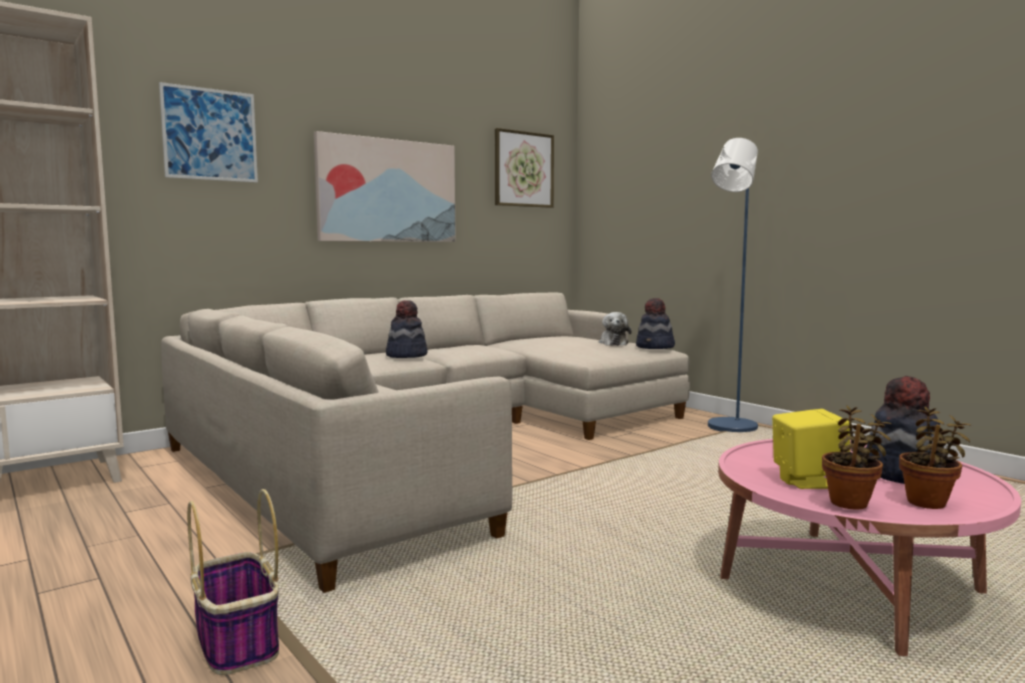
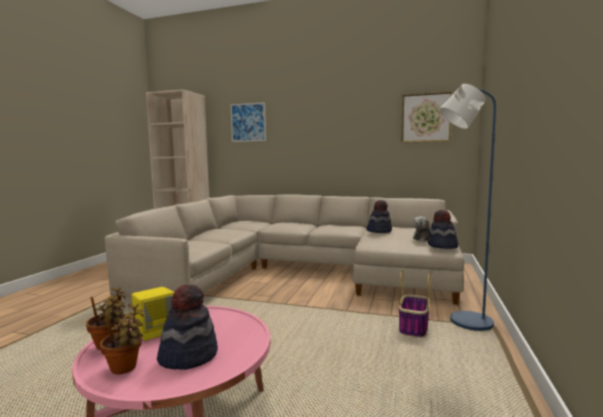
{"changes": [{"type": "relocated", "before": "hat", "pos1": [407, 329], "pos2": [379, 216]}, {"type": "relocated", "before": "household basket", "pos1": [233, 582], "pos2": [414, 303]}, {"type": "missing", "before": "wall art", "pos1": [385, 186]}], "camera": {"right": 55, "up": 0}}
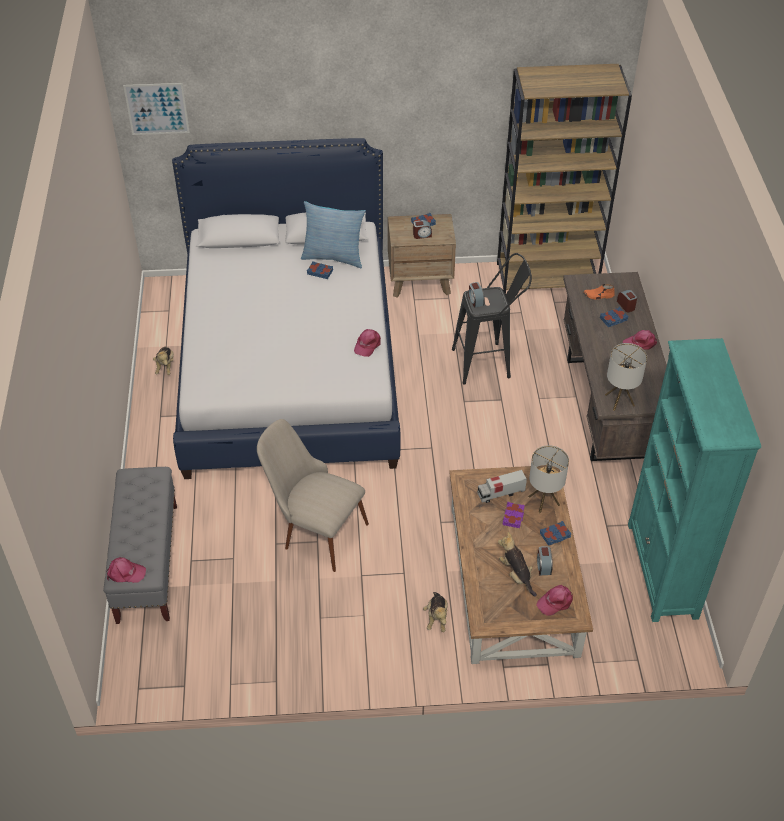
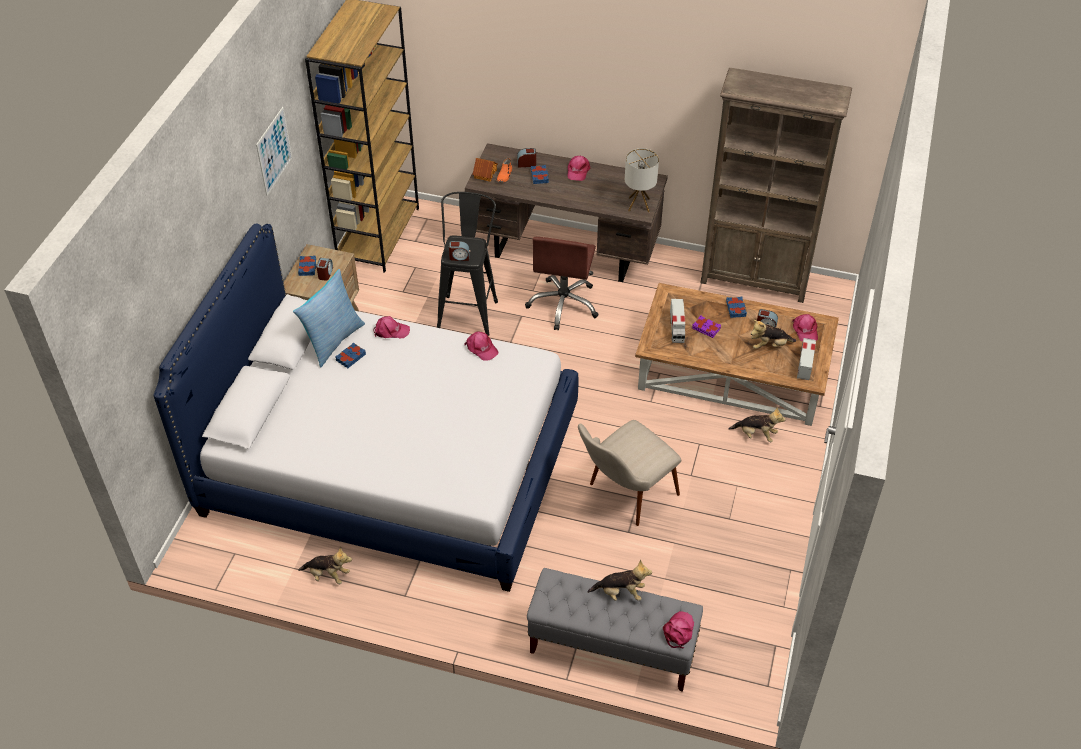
{"changes": [{"type": "relocated", "before": "wall art", "pos1": [156, 109], "pos2": [274, 151]}, {"type": "appeared", "after": "baseball cap in pinkish", "pos2": [391, 327]}, {"type": "appeared", "after": "model house", "pos2": [485, 170]}, {"type": "appeared", "after": "desk chair in brownish", "pos2": [562, 283]}, {"type": "appeared", "after": "cuddly toy", "pos2": [619, 580]}, {"type": "colour", "before": "bookcase in turquoise-coloured", "after": "bookcase in brownish", "pos1": [694, 480], "pos2": [776, 185]}, {"type": "appeared", "after": "toy truck", "pos2": [806, 359]}, {"type": "missing", "before": "tabletop lamp", "pos1": [548, 479]}], "camera": {"right": -70, "up": 0}}
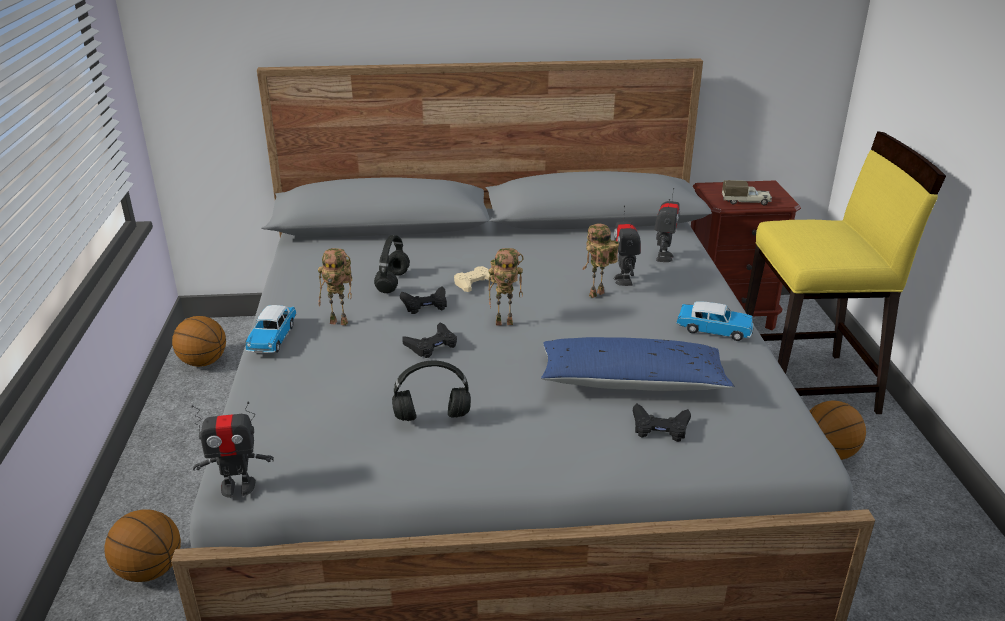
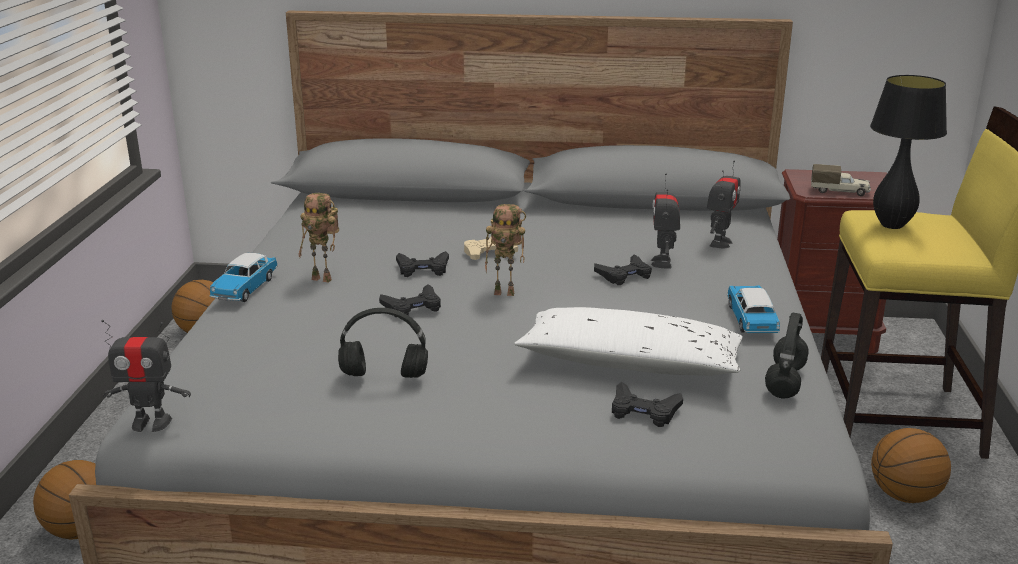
{"changes": [{"type": "colour", "before": "throw pillow in bluish", "after": "throw pillow in whitish", "pos1": [637, 364], "pos2": [628, 341]}, {"type": "exchanged", "before": "robot figure", "after": "gamepad in black", "pos1": [601, 260], "pos2": [623, 270]}, {"type": "spun", "before": "model car", "pos1": [715, 321], "pos2": [753, 309], "turn": -120}, {"type": "relocated", "before": "pair of headphones in black", "pos1": [392, 264], "pos2": [787, 356]}, {"type": "appeared", "after": "tabletop lamp in black", "pos2": [908, 152]}], "camera": {"right": 10, "up": -5}}
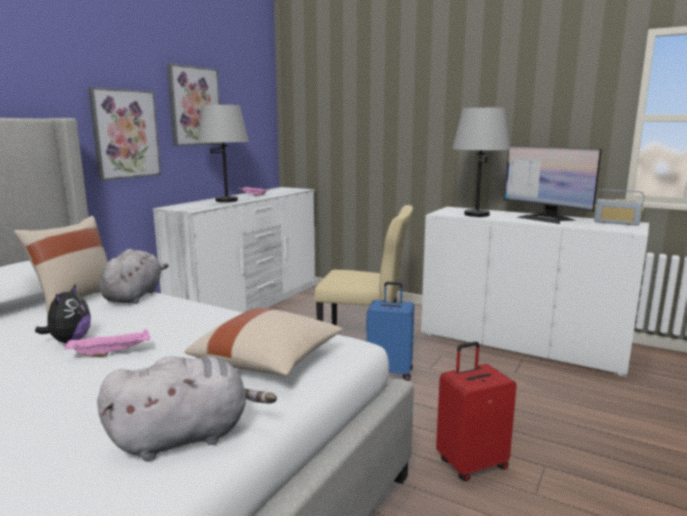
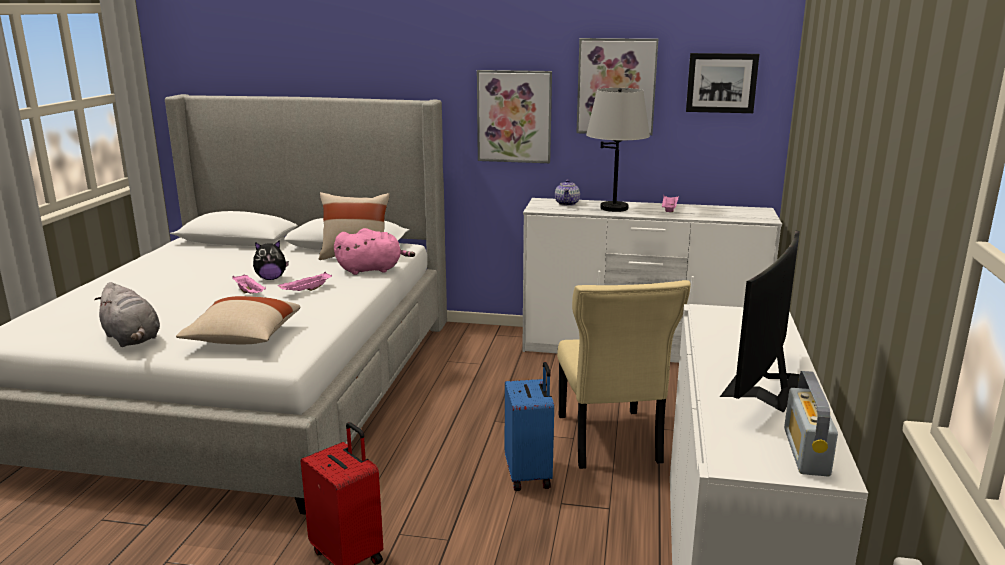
{"changes": [{"type": "appeared", "after": "tray in pinkish", "pos2": [305, 281]}, {"type": "colour", "before": "cuddly toy in greyish", "after": "cuddly toy in pinkish", "pos1": [134, 276], "pos2": [374, 251]}, {"type": "appeared", "after": "teapot", "pos2": [567, 192]}, {"type": "appeared", "after": "wall art", "pos2": [722, 83]}, {"type": "missing", "before": "tabletop lamp in greyish", "pos1": [481, 162]}], "camera": {"right": 70, "up": 5}}
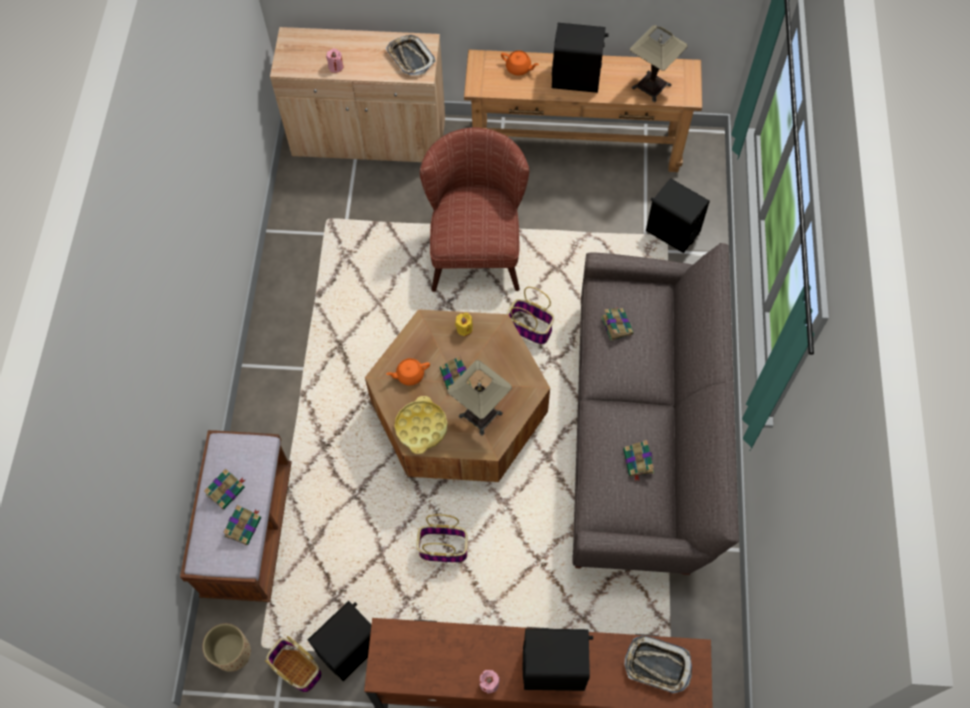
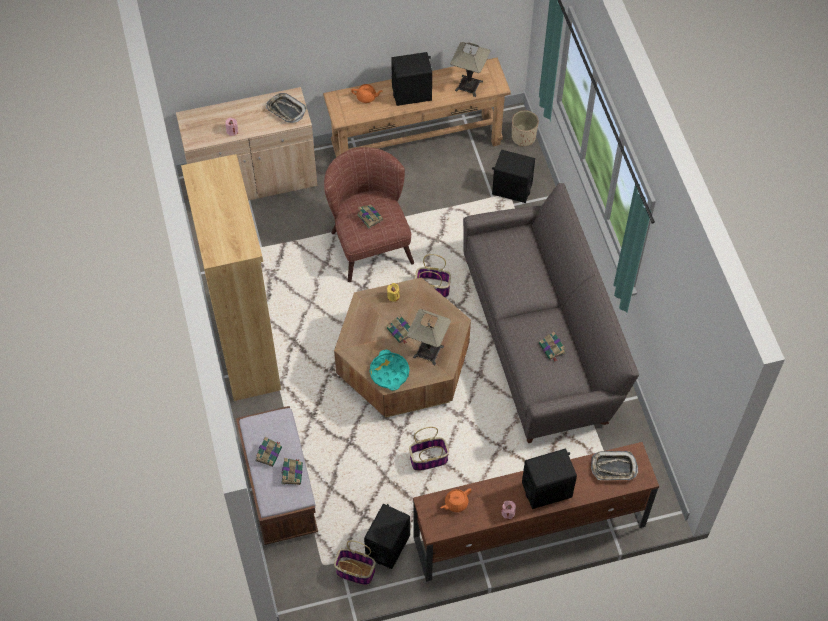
{"changes": [{"type": "appeared", "after": "bookcase in brownish", "pos2": [231, 277]}, {"type": "relocated", "before": "book", "pos1": [617, 324], "pos2": [370, 216]}, {"type": "colour", "before": "tray in yellow-coloured", "after": "tray in turquoise-coloured", "pos1": [421, 425], "pos2": [389, 370]}, {"type": "relocated", "before": "teapot in orange", "pos1": [408, 372], "pos2": [456, 500]}, {"type": "relocated", "before": "plant pot in beige", "pos1": [226, 647], "pos2": [525, 128]}], "camera": {"right": -20, "up": -5}}
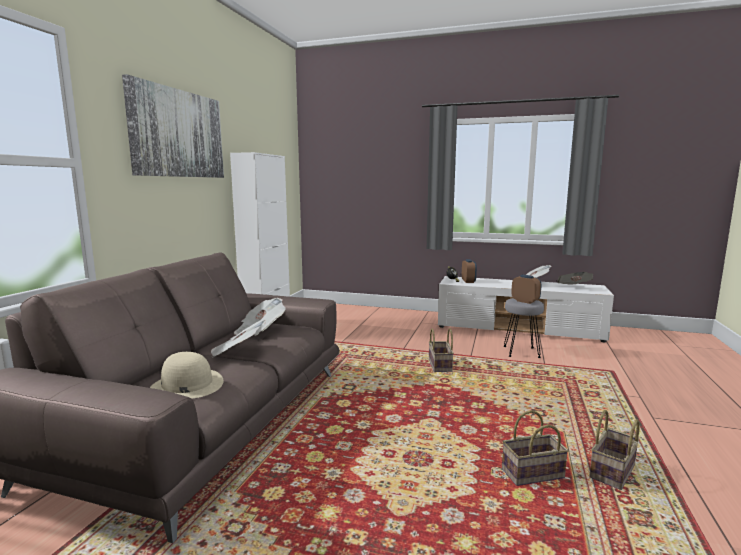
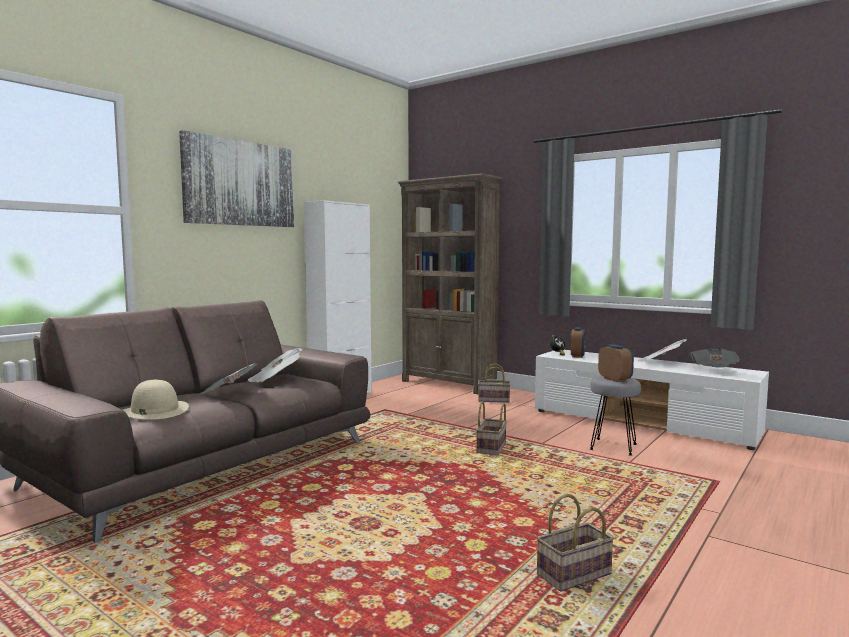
{"changes": [{"type": "appeared", "after": "bookcase in brownish", "pos2": [450, 283]}, {"type": "relocated", "before": "household basket", "pos1": [535, 448], "pos2": [494, 383]}], "camera": {"right": 20, "up": -5}}
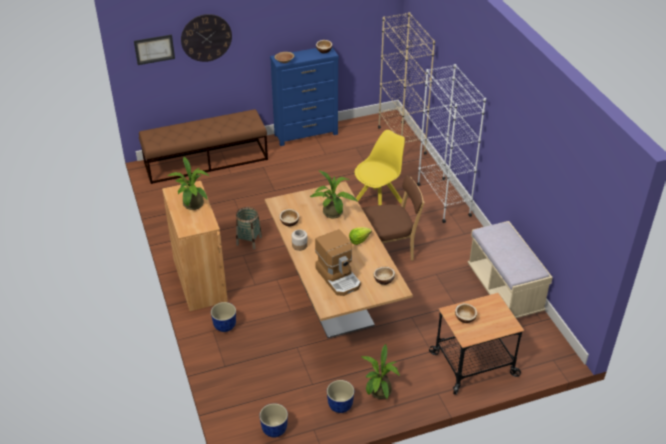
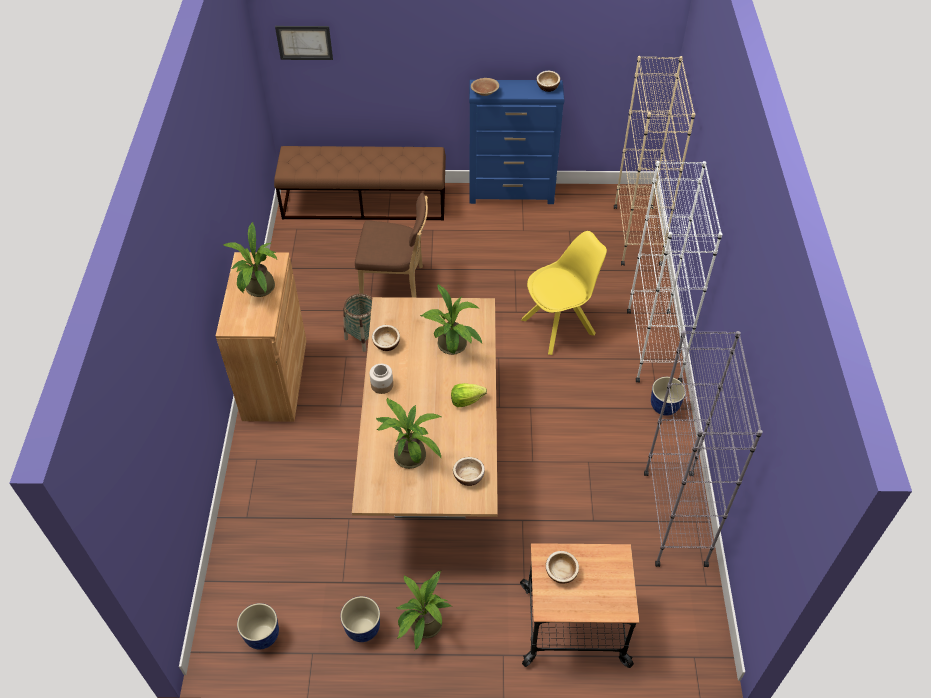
{"changes": [{"type": "relocated", "before": "chair in brownish", "pos1": [393, 217], "pos2": [391, 245]}, {"type": "exchanged", "before": "coffee brewer", "after": "houseplant", "pos1": [338, 262], "pos2": [408, 433]}, {"type": "exchanged", "before": "bench in beige", "after": "bookcase in greyish", "pos1": [510, 269], "pos2": [703, 448]}, {"type": "relocated", "before": "plant pot", "pos1": [223, 317], "pos2": [668, 396]}, {"type": "missing", "before": "clock on the wall", "pos1": [206, 38]}], "camera": {"right": 20, "up": 10}}
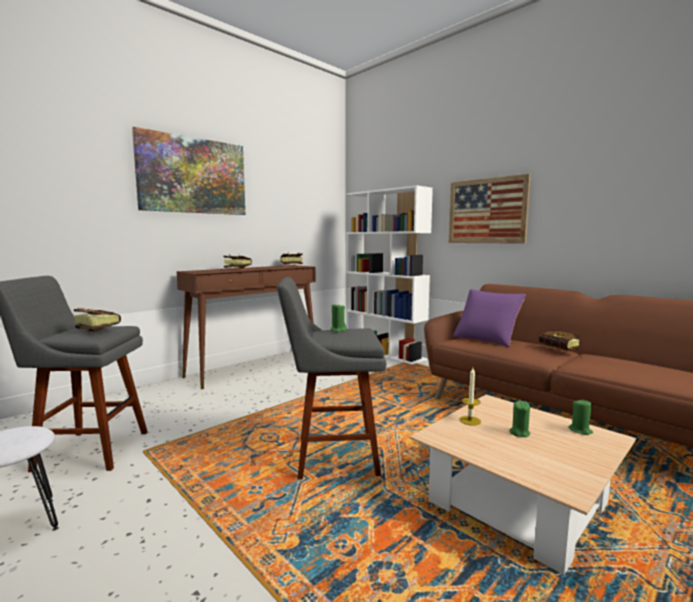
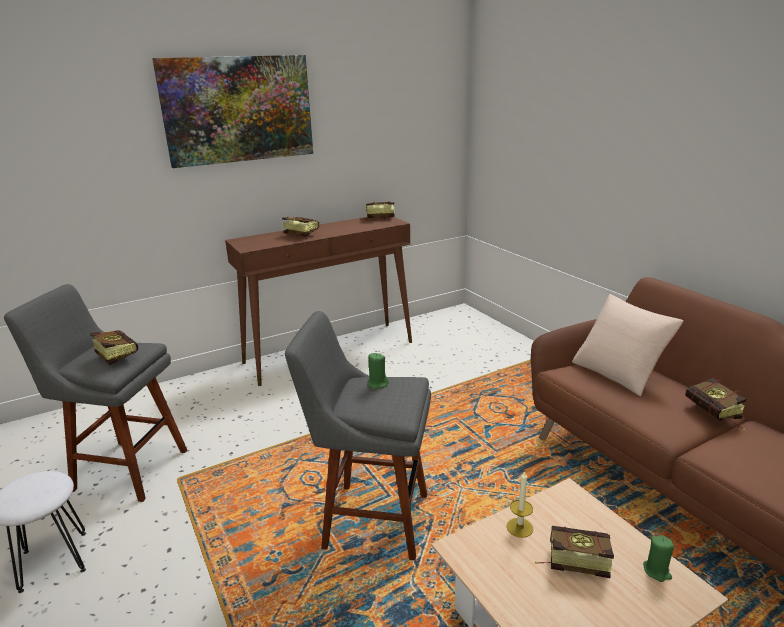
{"changes": [{"type": "exchanged", "before": "wax candle in green", "after": "book", "pos1": [519, 419], "pos2": [574, 552]}, {"type": "colour", "before": "throw pillow in purple-coloured", "after": "throw pillow in beige", "pos1": [489, 318], "pos2": [627, 345]}, {"type": "missing", "before": "bookcase in whitish", "pos1": [390, 275]}, {"type": "missing", "before": "wall art", "pos1": [490, 209]}], "camera": {"right": 15, "up": 15}}
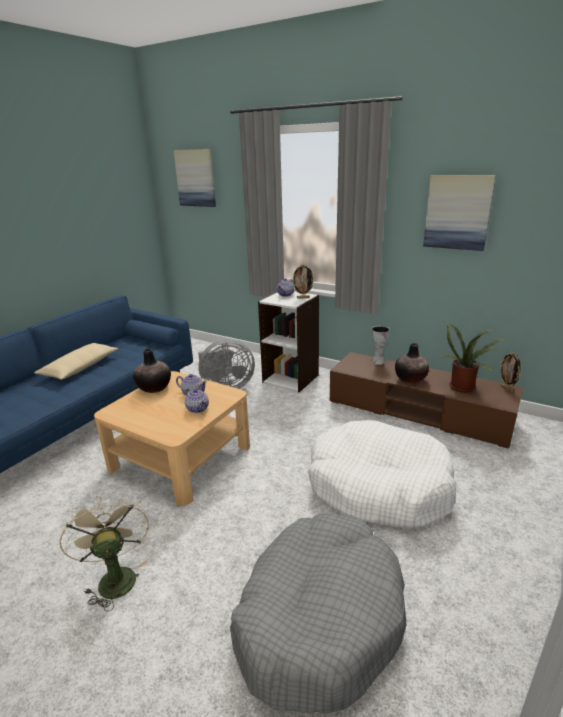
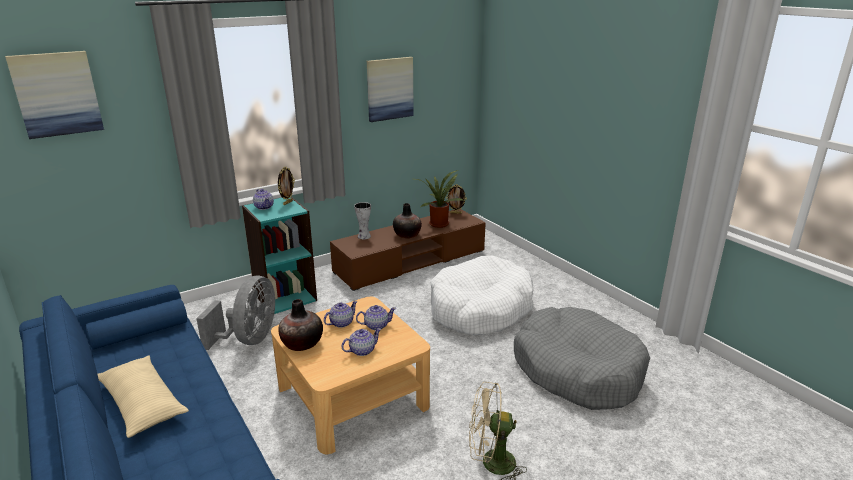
{"changes": [{"type": "colour", "before": "bookcase in whitish", "after": "bookcase in turquoise-coloured", "pos1": [288, 342], "pos2": [279, 255]}, {"type": "appeared", "after": "teapot", "pos2": [361, 342]}], "camera": {"right": -65, "up": 0}}
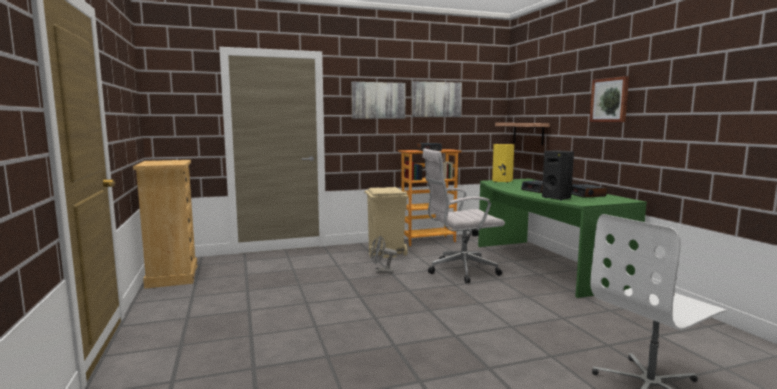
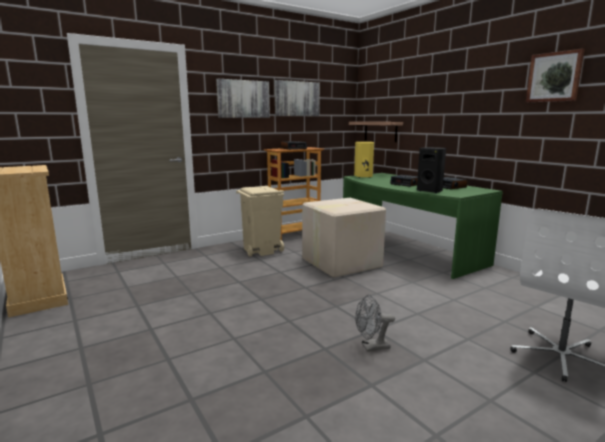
{"changes": [{"type": "exchanged", "before": "desk chair in whitish", "after": "packing box", "pos1": [463, 215], "pos2": [344, 238]}, {"type": "relocated", "before": "electric fan in greyish", "pos1": [383, 254], "pos2": [375, 323]}, {"type": "relocated", "before": "wall art", "pos1": [609, 99], "pos2": [555, 75]}], "camera": {"right": -15, "up": 5}}
